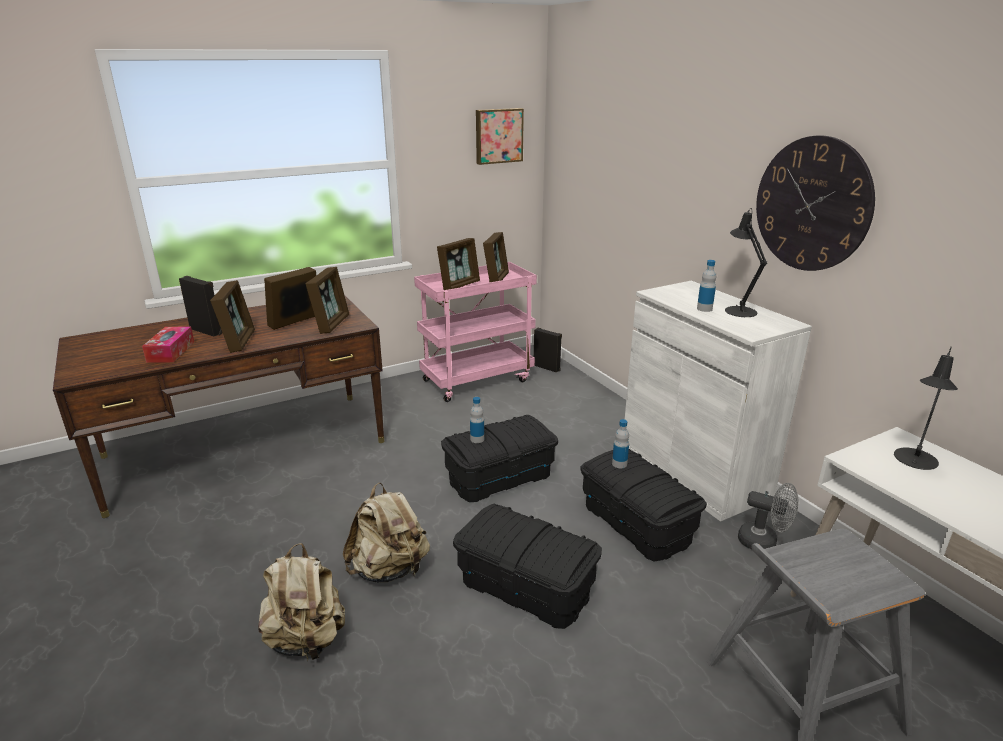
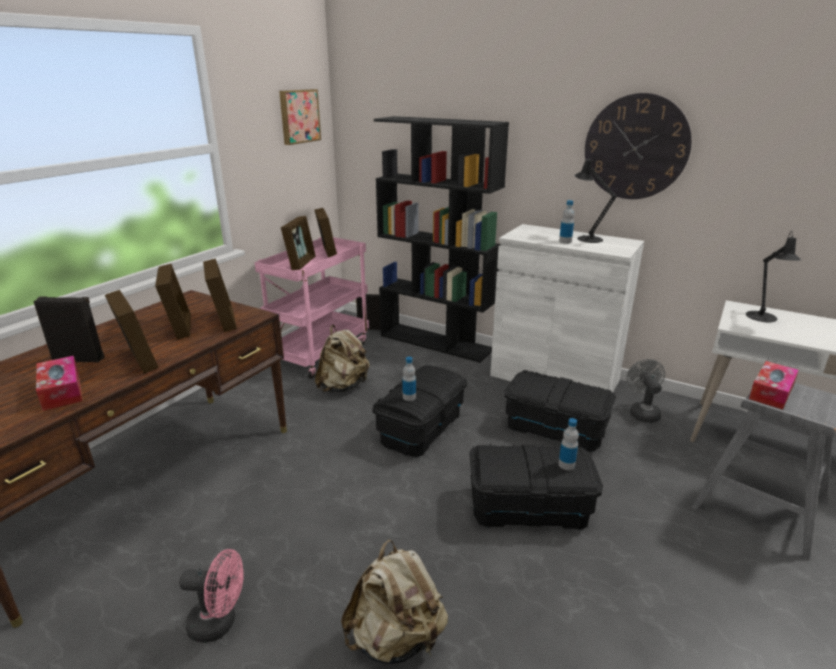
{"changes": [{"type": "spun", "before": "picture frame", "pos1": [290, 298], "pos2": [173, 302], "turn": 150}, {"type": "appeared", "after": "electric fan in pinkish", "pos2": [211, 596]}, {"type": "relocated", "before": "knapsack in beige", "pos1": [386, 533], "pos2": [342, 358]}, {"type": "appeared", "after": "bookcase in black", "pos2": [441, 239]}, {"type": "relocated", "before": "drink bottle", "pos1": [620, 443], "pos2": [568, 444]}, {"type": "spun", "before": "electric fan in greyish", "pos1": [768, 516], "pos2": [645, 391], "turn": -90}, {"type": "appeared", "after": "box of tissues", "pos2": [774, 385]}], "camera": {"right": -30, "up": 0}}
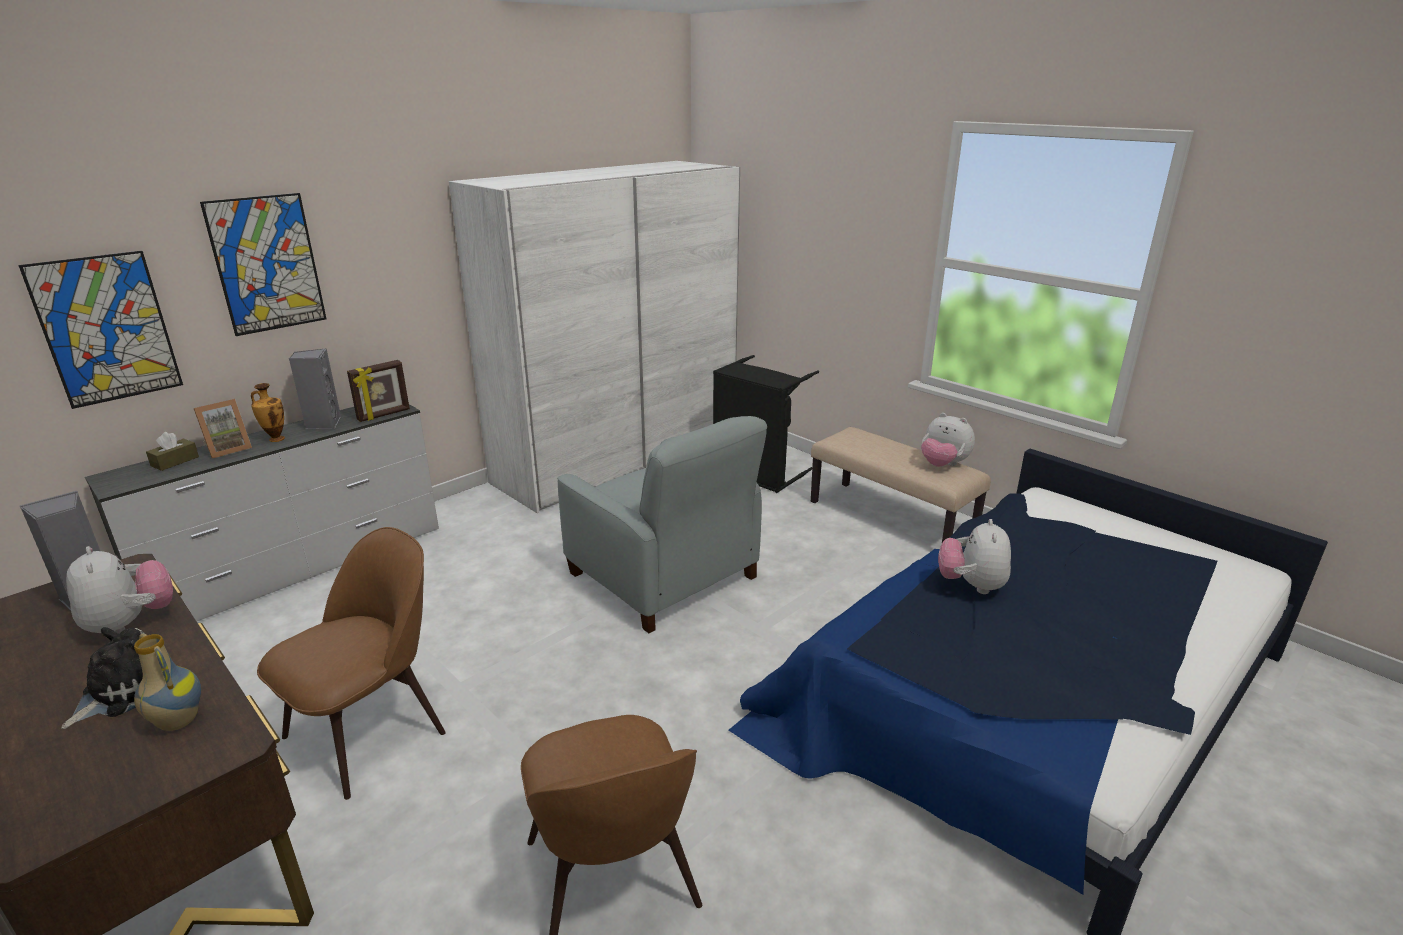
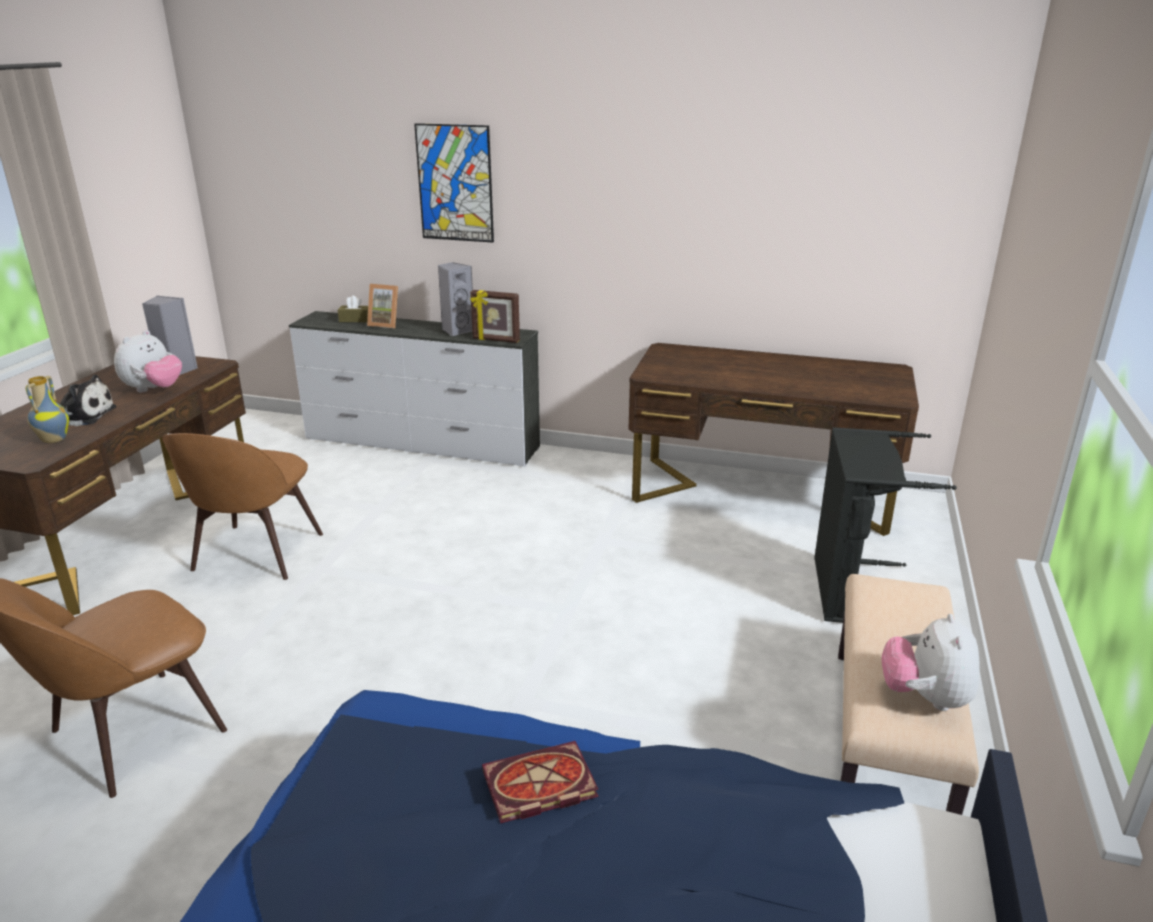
{"changes": [{"type": "spun", "before": "chair in brownish", "pos1": [351, 663], "pos2": [242, 506], "turn": 90}, {"type": "exchanged", "before": "cuddly toy", "after": "book", "pos1": [974, 556], "pos2": [540, 782]}, {"type": "exchanged", "before": "clothes cupboard in whitish", "after": "desk table in brownish", "pos1": [594, 337], "pos2": [773, 439]}, {"type": "missing", "before": "wall art", "pos1": [100, 330]}, {"type": "missing", "before": "vase", "pos1": [268, 412]}, {"type": "missing", "before": "armchair in greyish", "pos1": [662, 524]}], "camera": {"right": 60, "up": 0}}
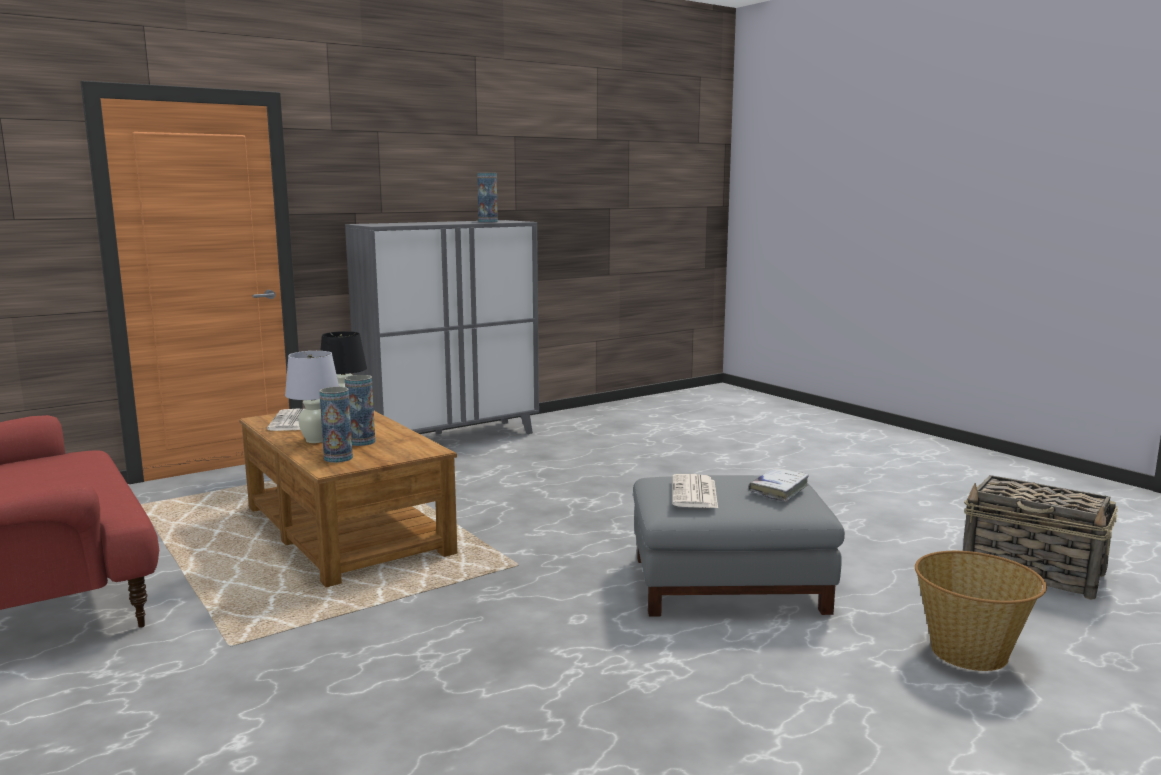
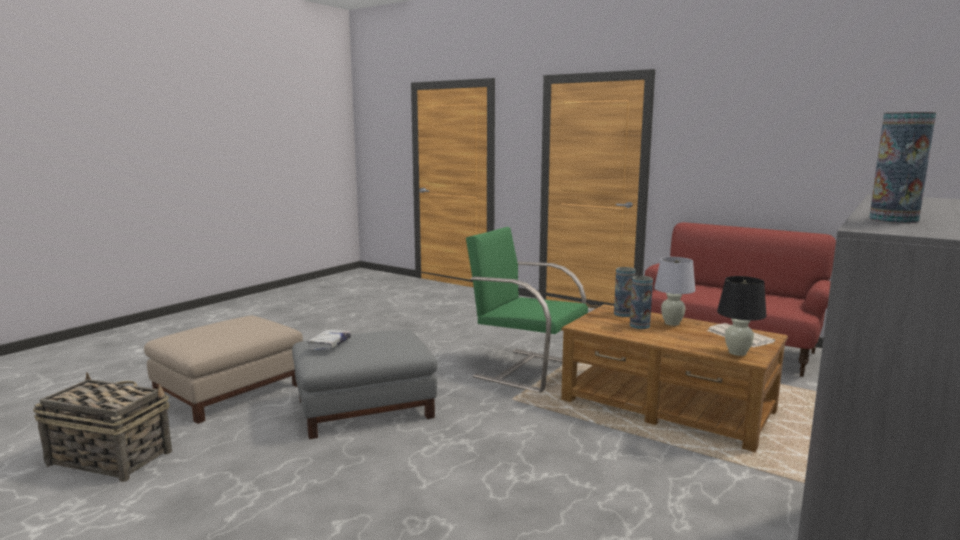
{"changes": [{"type": "exchanged", "before": "household basket", "after": "pouffe in beige", "pos1": [981, 611], "pos2": [223, 369]}, {"type": "appeared", "after": "armchair in green", "pos2": [527, 310]}, {"type": "missing", "before": "printed paper", "pos1": [695, 491]}], "camera": {"right": 160, "up": 0}}
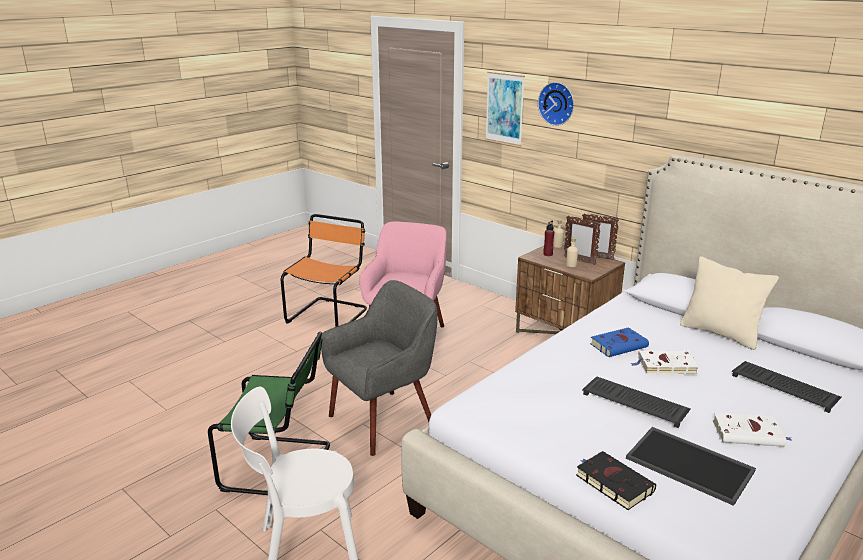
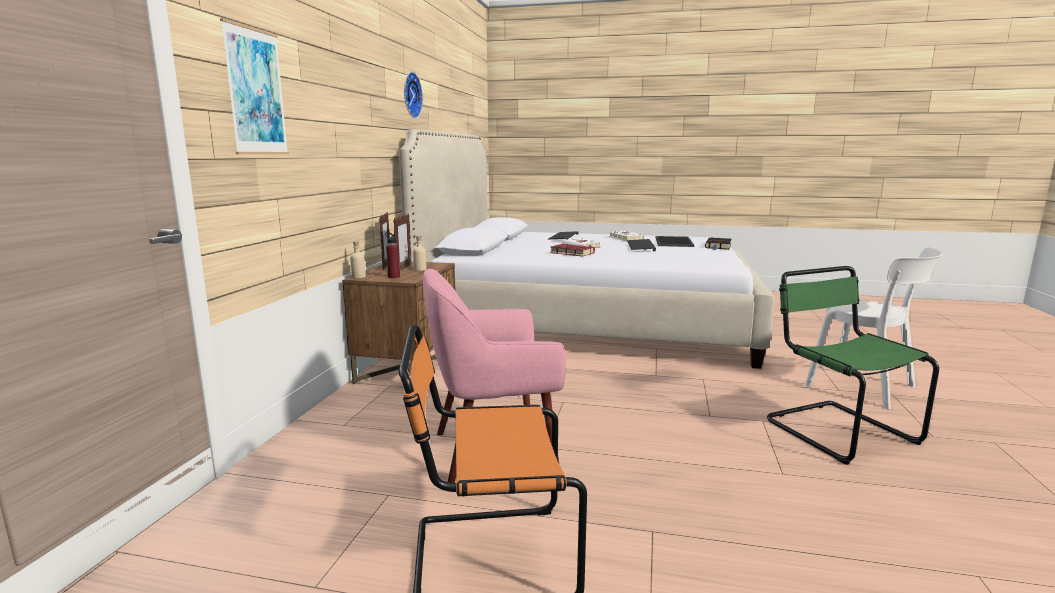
{"changes": [{"type": "relocated", "before": "clock on the wall", "pos1": [556, 104], "pos2": [413, 95]}, {"type": "colour", "before": "book in bluish", "after": "book in reddish", "pos1": [619, 342], "pos2": [572, 250]}, {"type": "missing", "before": "armchair in greyish", "pos1": [379, 368]}, {"type": "missing", "before": "throw pillow in beige", "pos1": [729, 303]}], "camera": {"right": -120, "up": -10}}
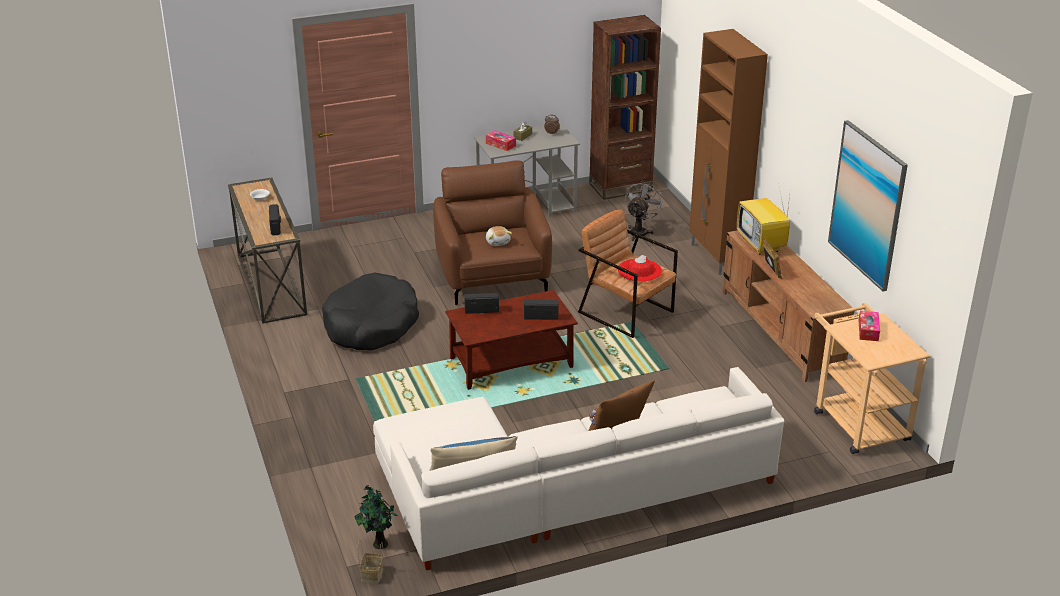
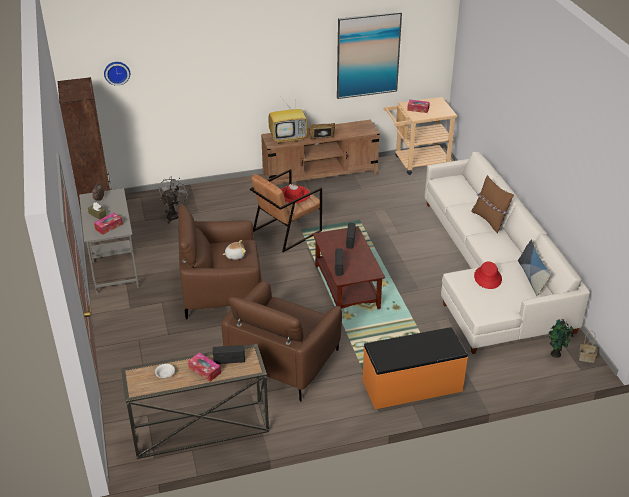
{"changes": [{"type": "appeared", "after": "clock on the wall", "pos2": [117, 74]}, {"type": "spun", "before": "electric fan in greyish", "pos1": [644, 210], "pos2": [174, 200], "turn": 75}, {"type": "appeared", "after": "box of tissues", "pos2": [204, 367]}, {"type": "exchanged", "before": "dog cushion in black", "after": "armchair in brownish", "pos1": [370, 311], "pos2": [282, 341]}, {"type": "appeared", "after": "bench in orange", "pos2": [415, 368]}, {"type": "appeared", "after": "hat in reddish", "pos2": [488, 275]}, {"type": "missing", "before": "storage cabinet in brownish", "pos1": [728, 152]}], "camera": {"right": -85, "up": 5}}
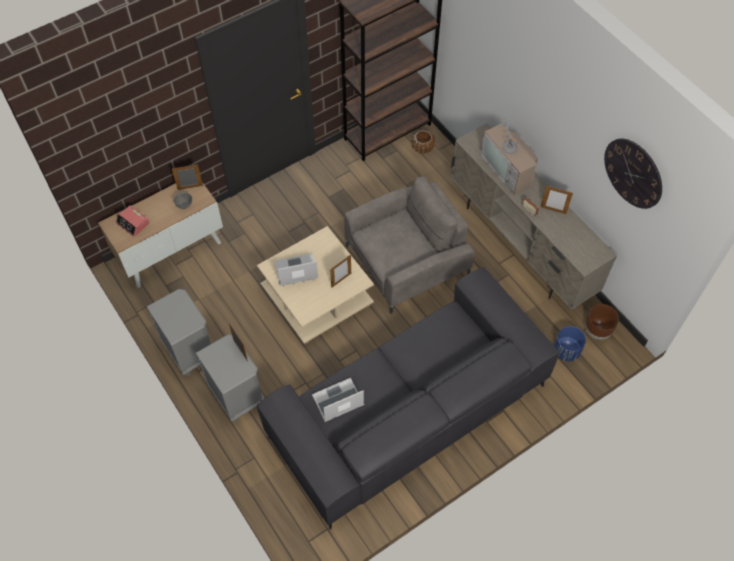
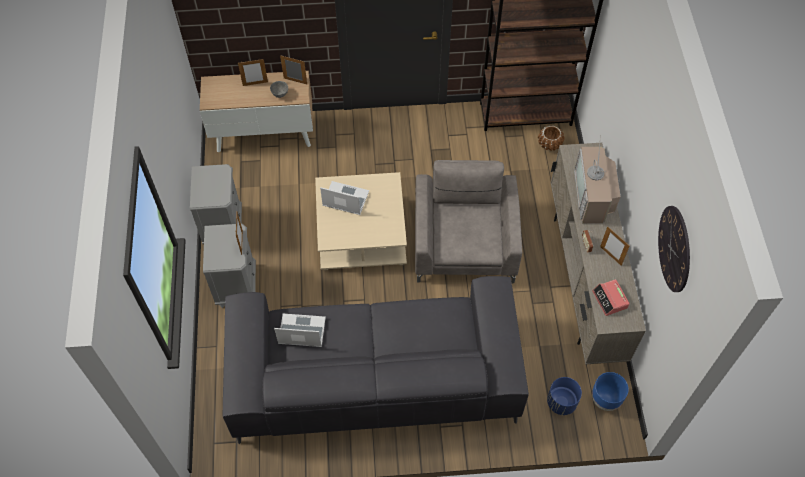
{"changes": [{"type": "relocated", "before": "picture frame", "pos1": [340, 271], "pos2": [253, 72]}, {"type": "spun", "before": "armchair in greyish", "pos1": [409, 245], "pos2": [468, 221], "turn": -90}, {"type": "relocated", "before": "alarm clock", "pos1": [133, 221], "pos2": [611, 297]}, {"type": "colour", "before": "plant pot in brownish", "after": "plant pot in bluish", "pos1": [602, 322], "pos2": [610, 391]}], "camera": {"right": 30, "up": 0}}
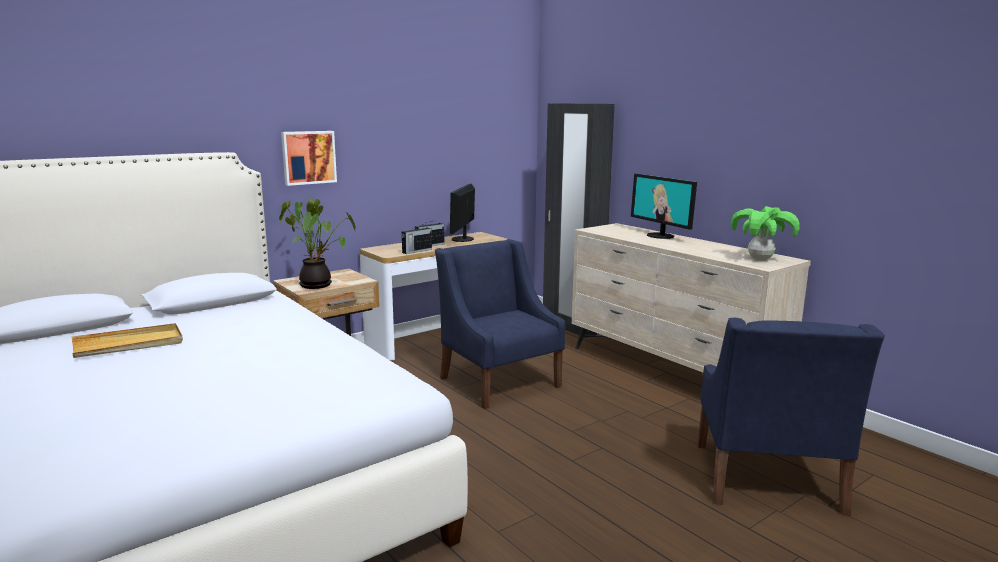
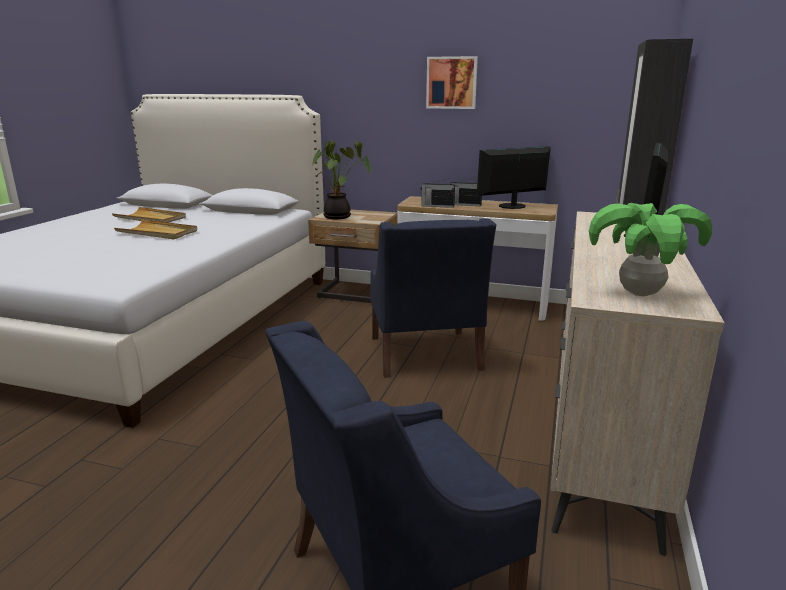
{"changes": [{"type": "appeared", "after": "tray in beige", "pos2": [155, 229]}, {"type": "spun", "before": "armchair in bluish", "pos1": [500, 324], "pos2": [433, 298], "turn": 150}, {"type": "relocated", "before": "wall art", "pos1": [309, 158], "pos2": [452, 82]}], "camera": {"right": 55, "up": 5}}
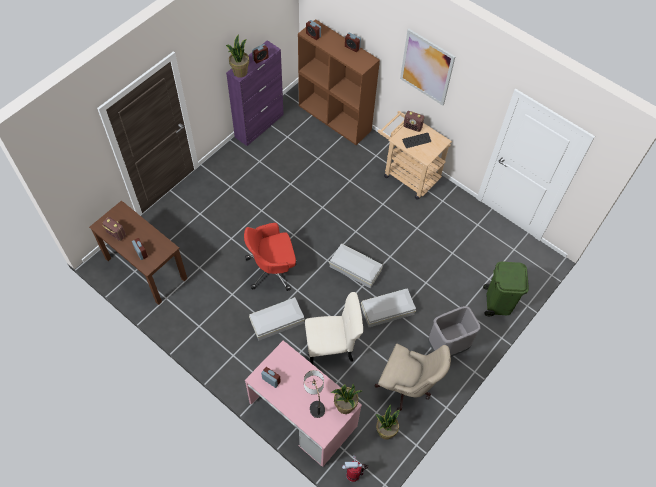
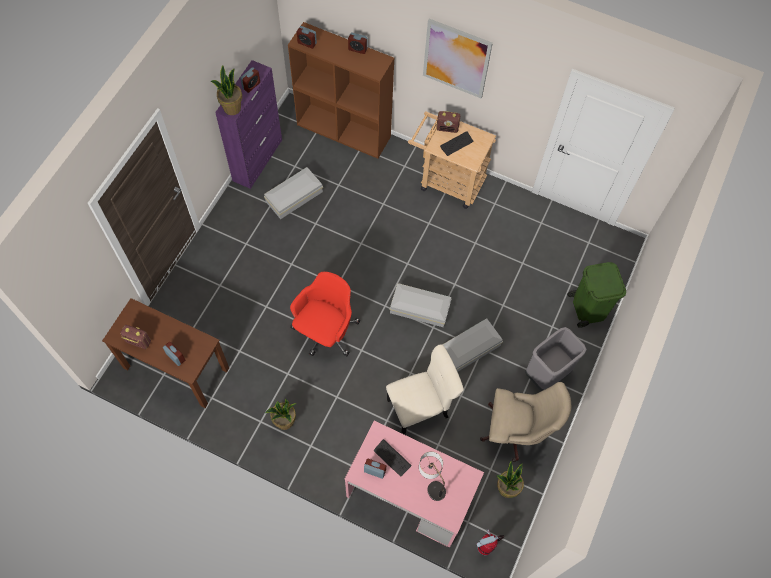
{"changes": [{"type": "relocated", "before": "storage box in whitish", "pos1": [277, 319], "pos2": [293, 193]}, {"type": "relocated", "before": "houseplant", "pos1": [346, 399], "pos2": [280, 414]}, {"type": "spun", "before": "desk chair in reddish", "pos1": [270, 257], "pos2": [325, 314], "turn": 150}, {"type": "appeared", "after": "keyboard", "pos2": [393, 458]}], "camera": {"right": -15, "up": 5}}
